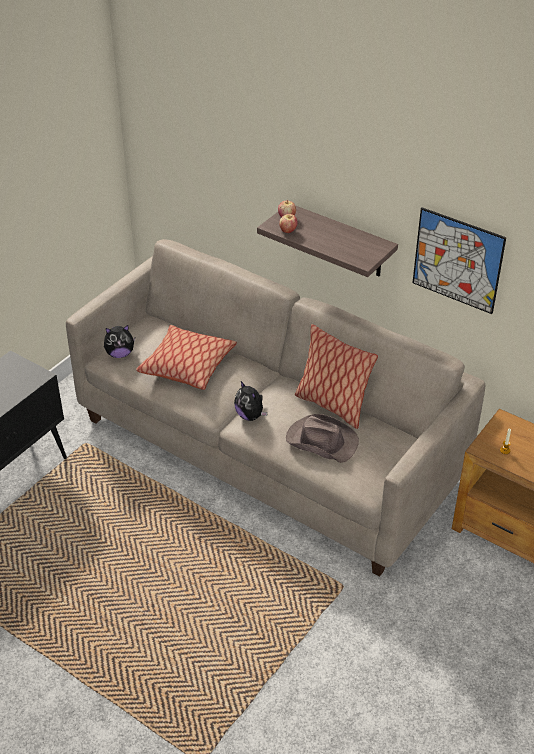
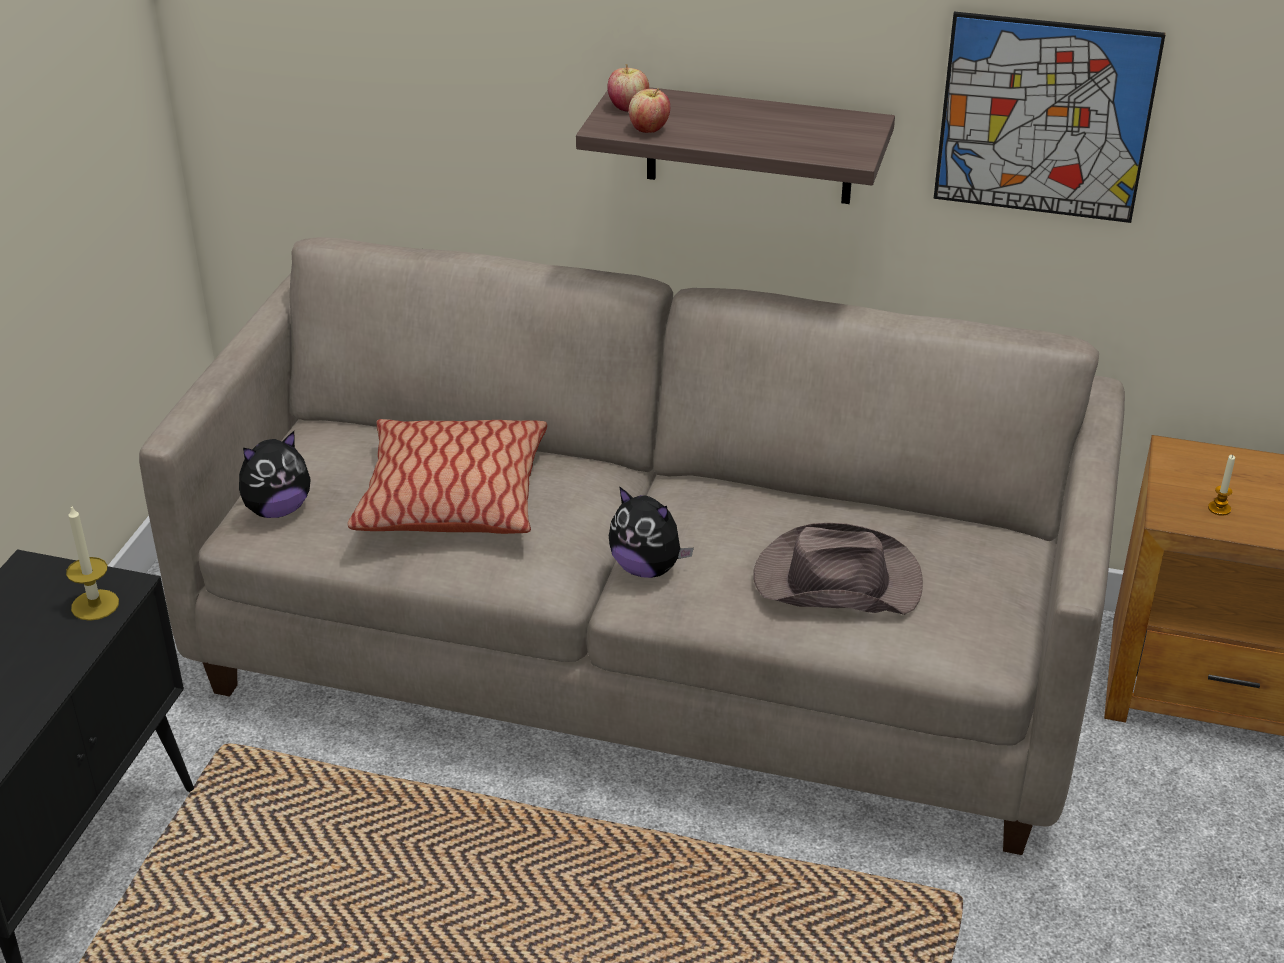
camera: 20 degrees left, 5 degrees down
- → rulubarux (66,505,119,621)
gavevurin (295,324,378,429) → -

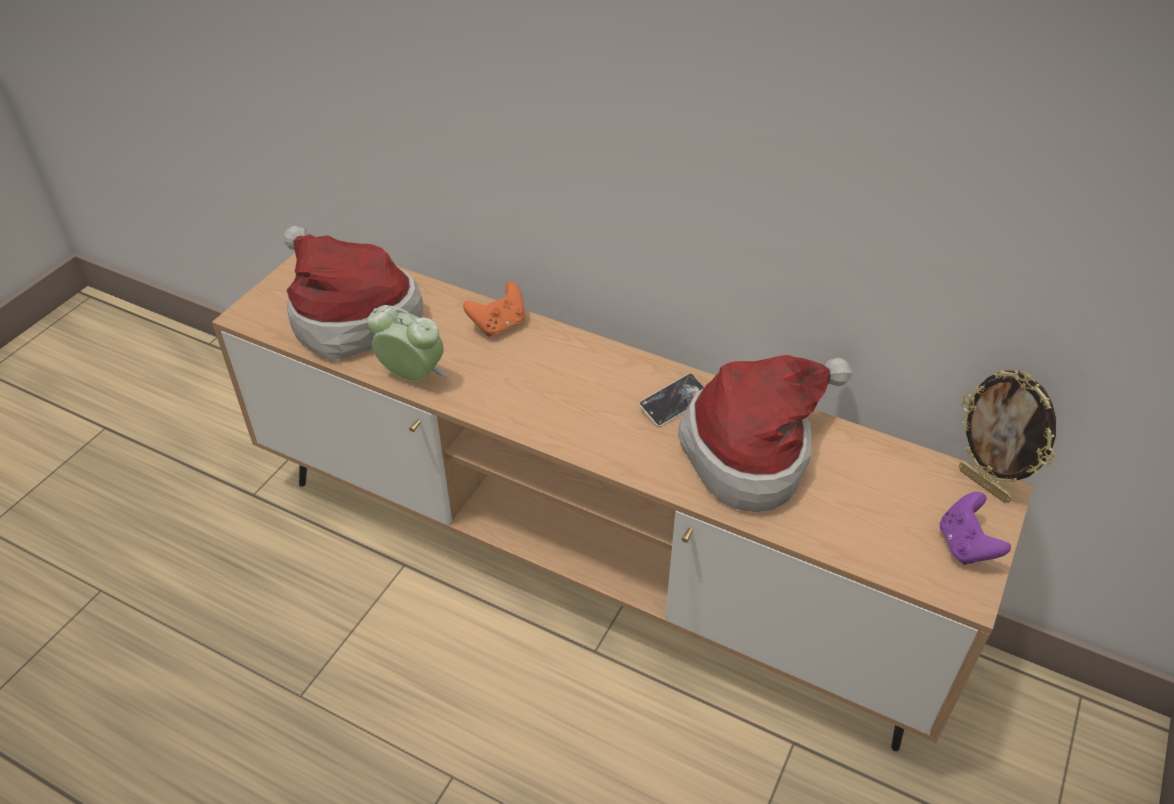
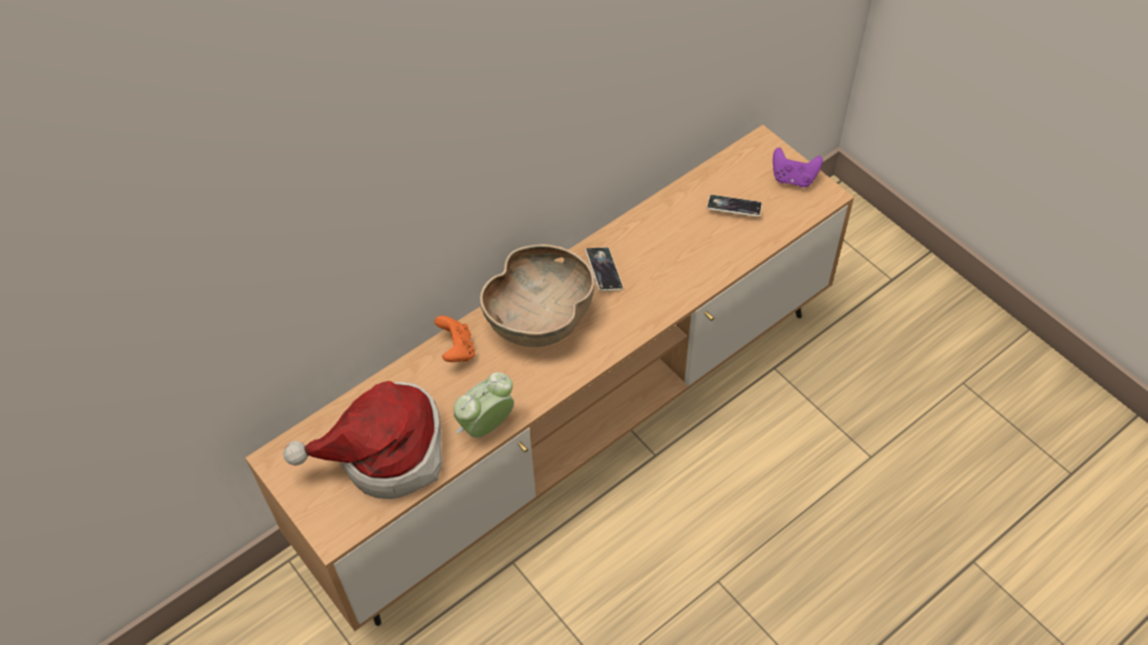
camera: 65 degrees left, 10 degrees up
- → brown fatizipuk (480,244,595,347)
- → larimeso (707,195,762,217)
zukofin (678,355,852,512) → -
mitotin (959,370,1056,503) → -

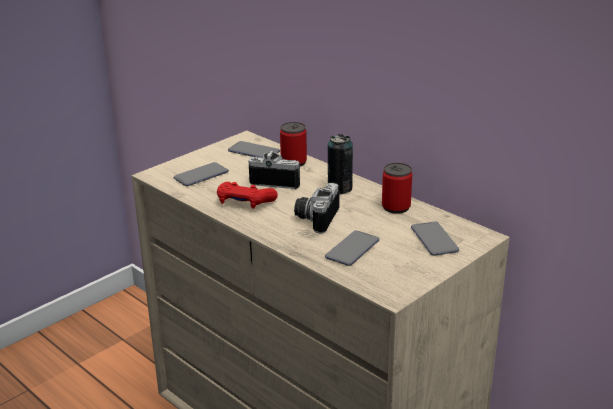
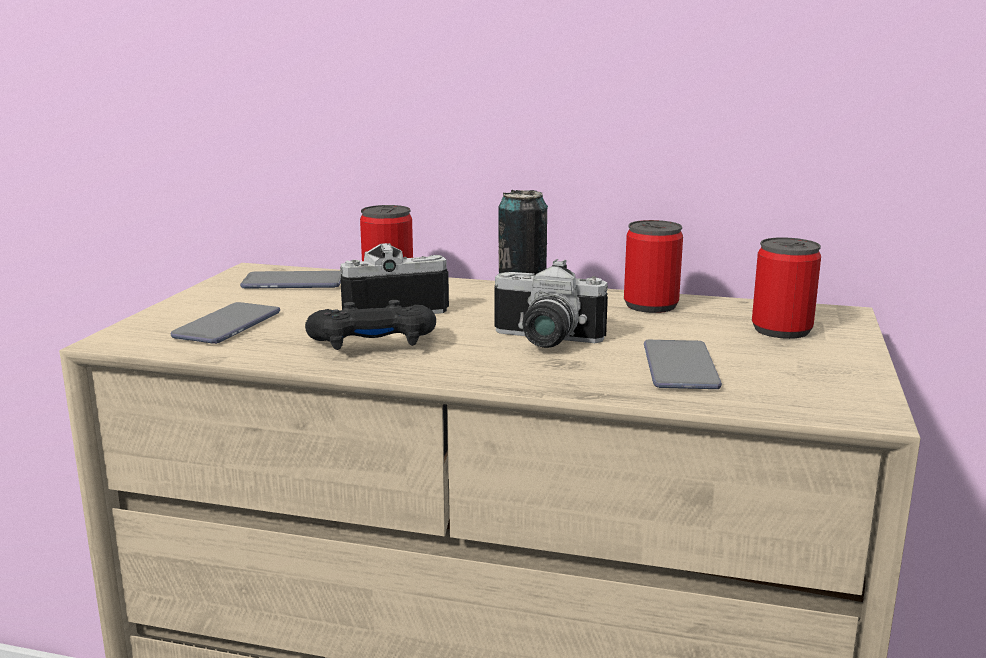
camera: 30 degrees left, 10 degrees down
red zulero (217,182,278,209) → black zulero (305,300,436,350)
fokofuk (294,183,340,234) → fokofuk (494,259,608,348), 60 degrees counterclockwise
larimeso (411,221,459,256) → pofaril (752,237,821,339)

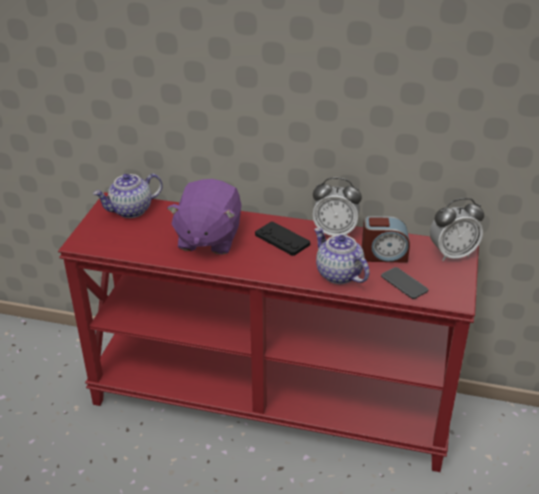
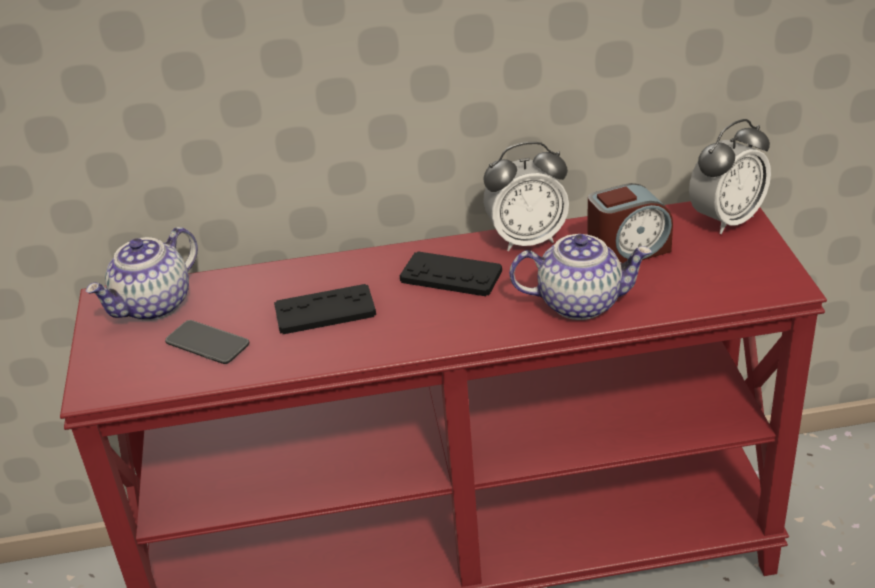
camera: 20 degrees left, 0 degrees up
larimeso (381,267,428,299) → larimeso (165,320,249,364), moved
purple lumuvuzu (167,179,242,255) → black zulero (274,284,376,334)
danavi (314,228,370,284) → danavi (509,234,652,320), 150 degrees clockwise

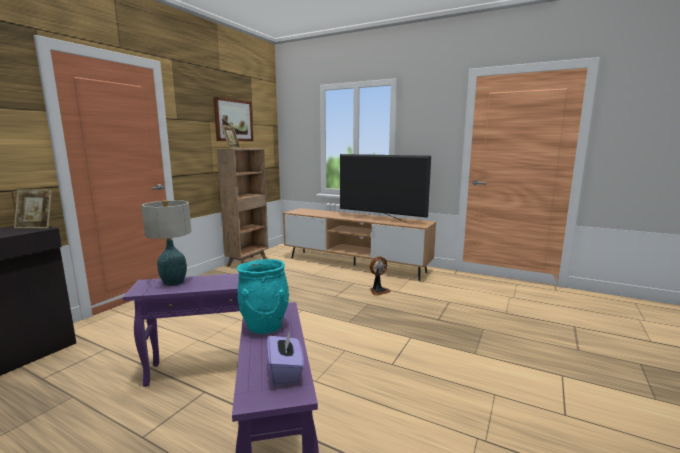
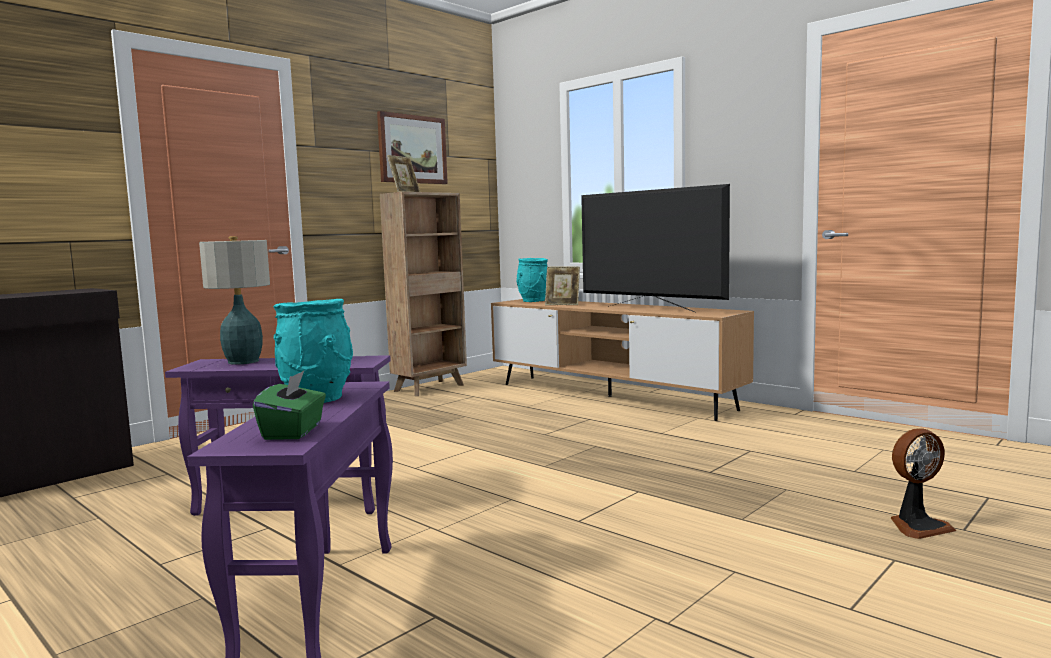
camera: 15 degrees right, 5 degrees down
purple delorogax (267,330,304,386) → green delorogax (253,371,326,440)
- → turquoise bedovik (517,258,548,302)
mitotin (14,189,52,228) → mitotin (545,267,580,305), moved
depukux (370,256,391,296) → depukux (891,428,956,539), moved

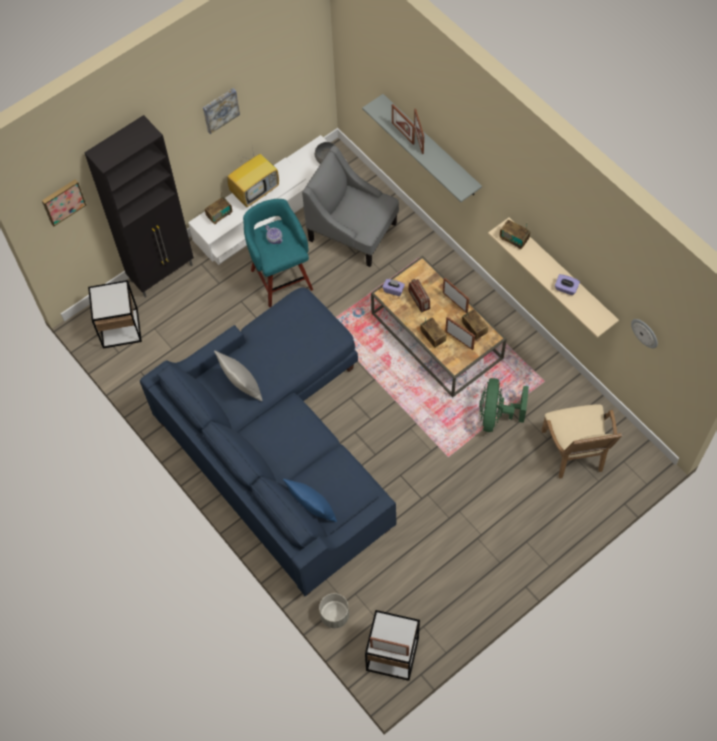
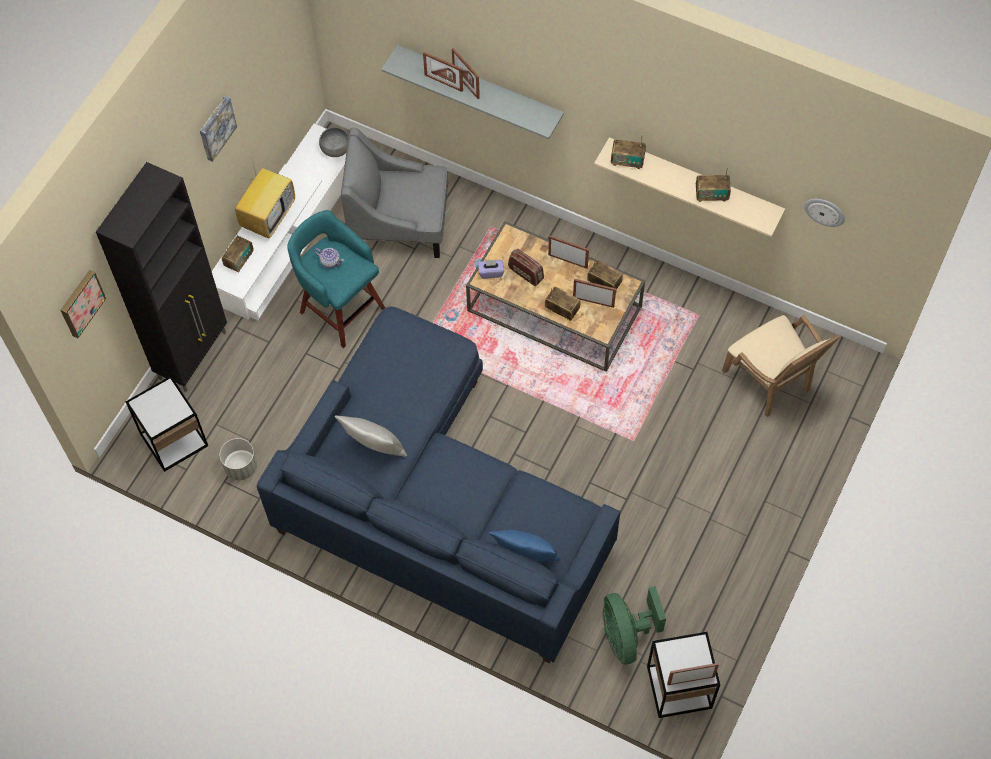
camera: 25 degrees left, 0 degrees up
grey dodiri (319,593,349,628) → grey dodiri (220,438,257,480), moved
green depukux (479,378,529,432) → green depukux (603,586,666,664), moved
purple delorogax (555,274,580,295) → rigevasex (696,167,731,202)

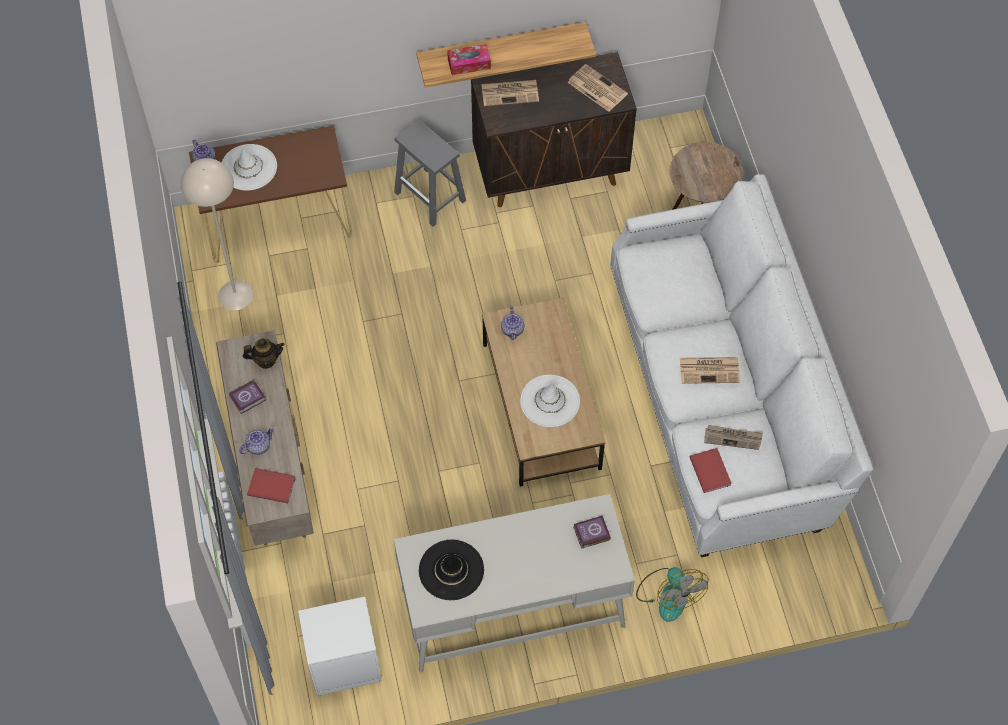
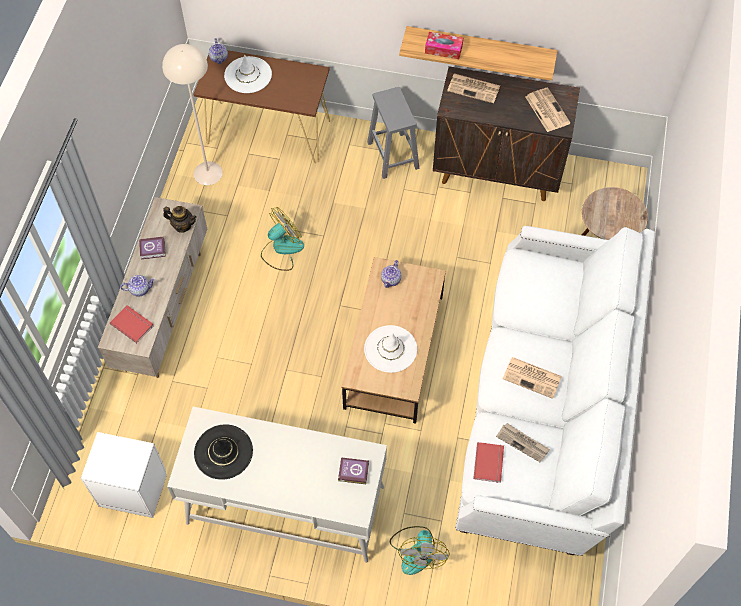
camera: 25 degrees right, 0 degrees up
- → depukux (261,207,304,271)

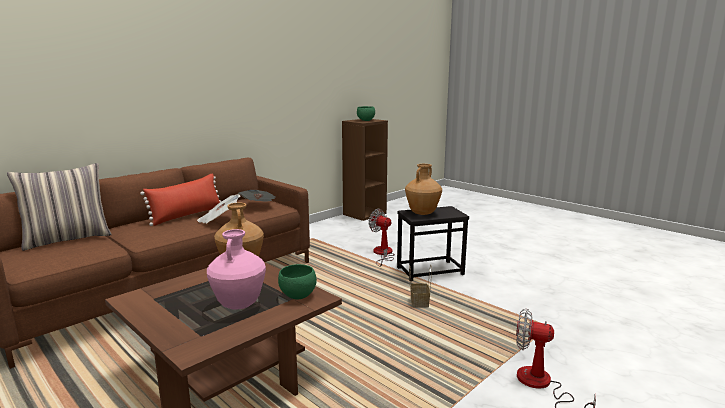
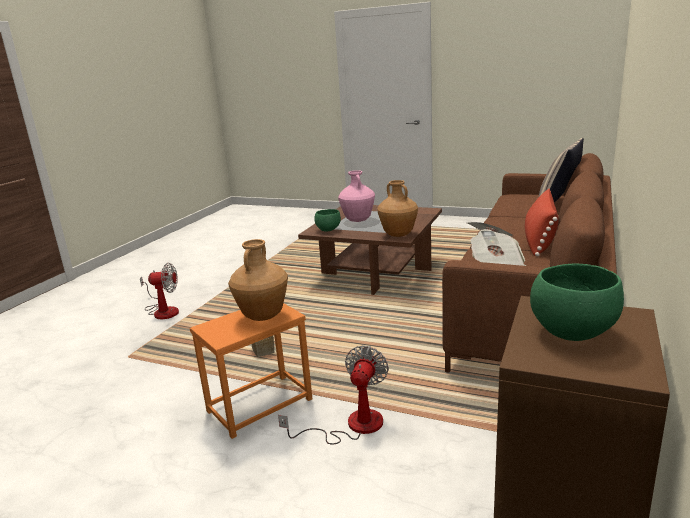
camera: 160 degrees right, 5 degrees up
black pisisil (397,206,469,281) → orange pisisil (190,303,312,439)
depukux (368,209,395,267) → depukux (278,345,389,445), 90 degrees counterclockwise

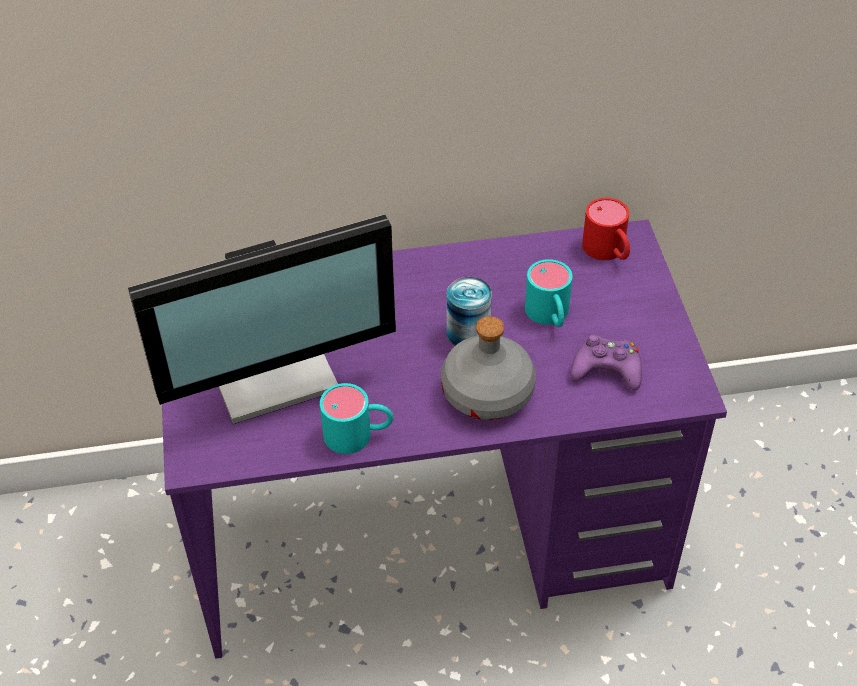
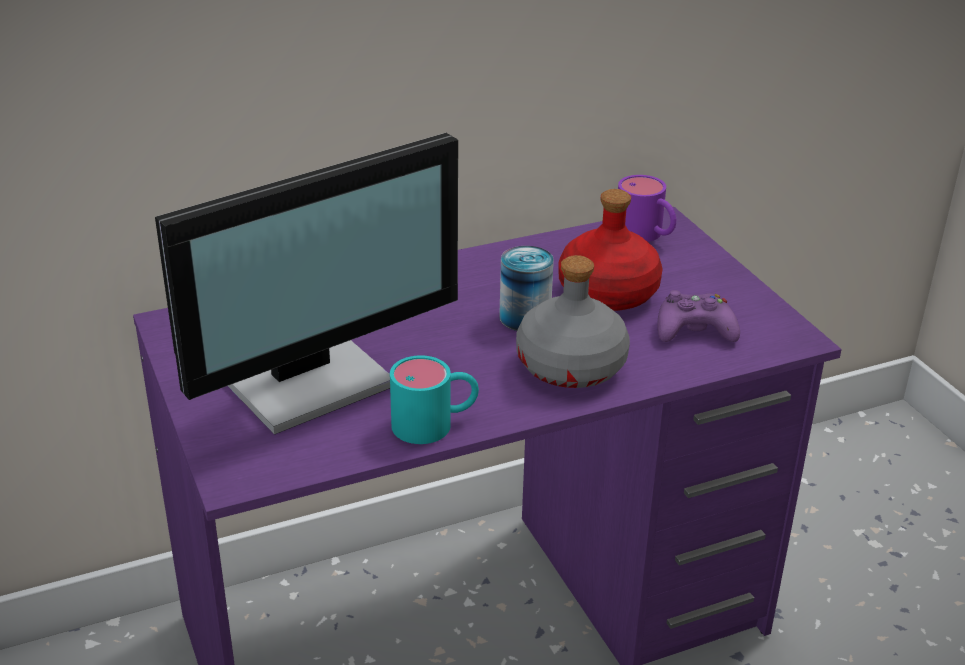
camera: 15 degrees left, 15 degrees down
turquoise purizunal (525,259,572,327) → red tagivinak (559,189,663,311)
red purizunal (582,198,630,260) → purple purizunal (618,175,676,242)

